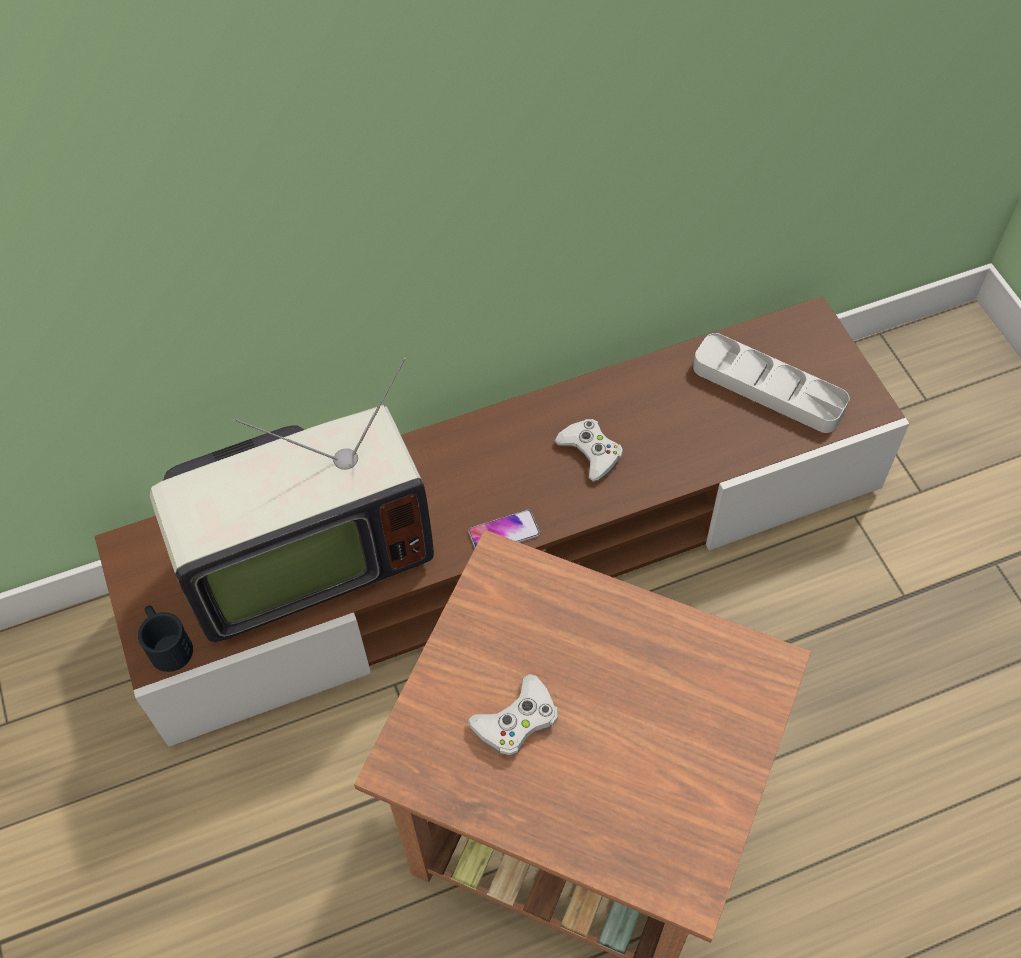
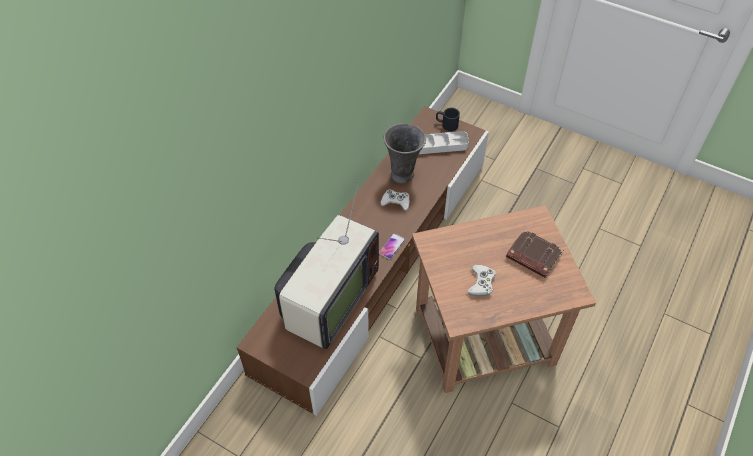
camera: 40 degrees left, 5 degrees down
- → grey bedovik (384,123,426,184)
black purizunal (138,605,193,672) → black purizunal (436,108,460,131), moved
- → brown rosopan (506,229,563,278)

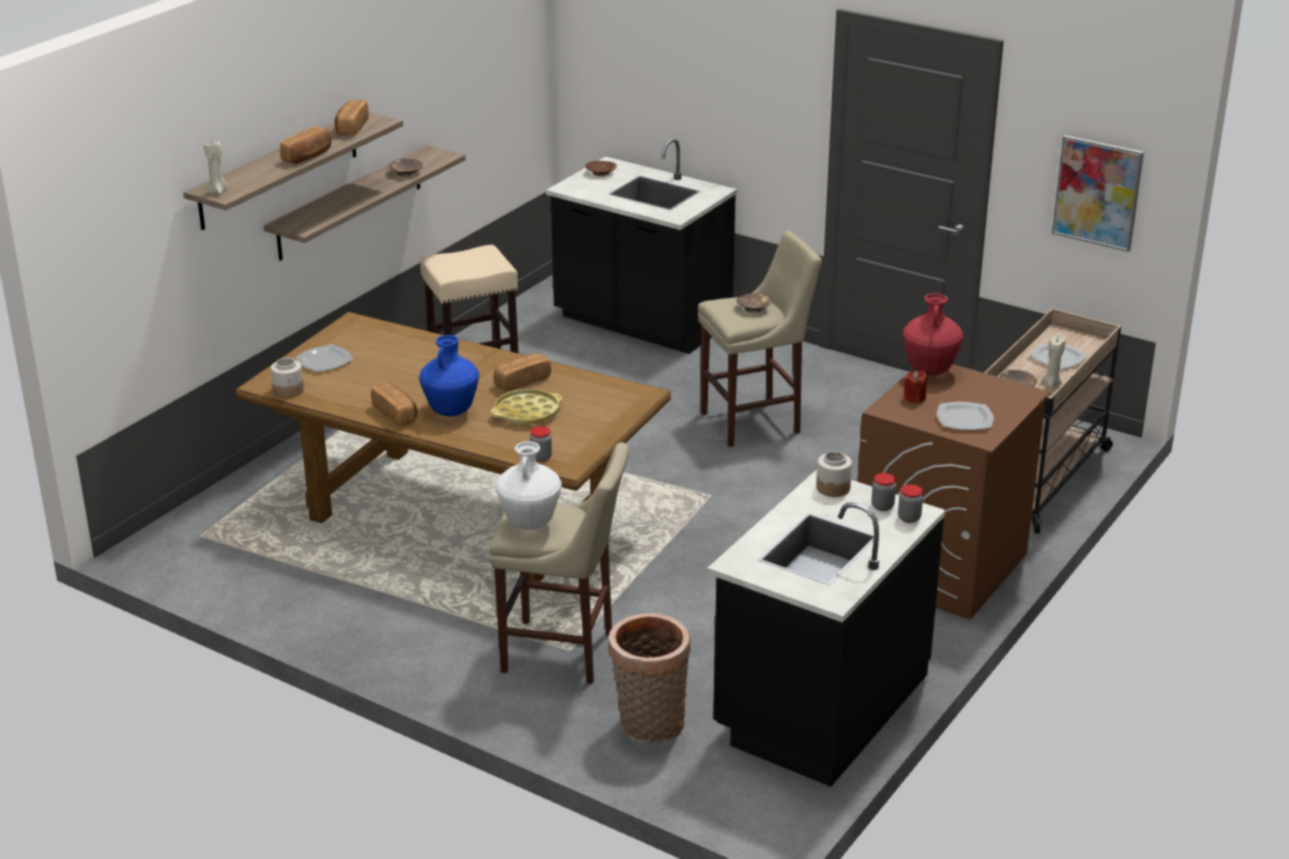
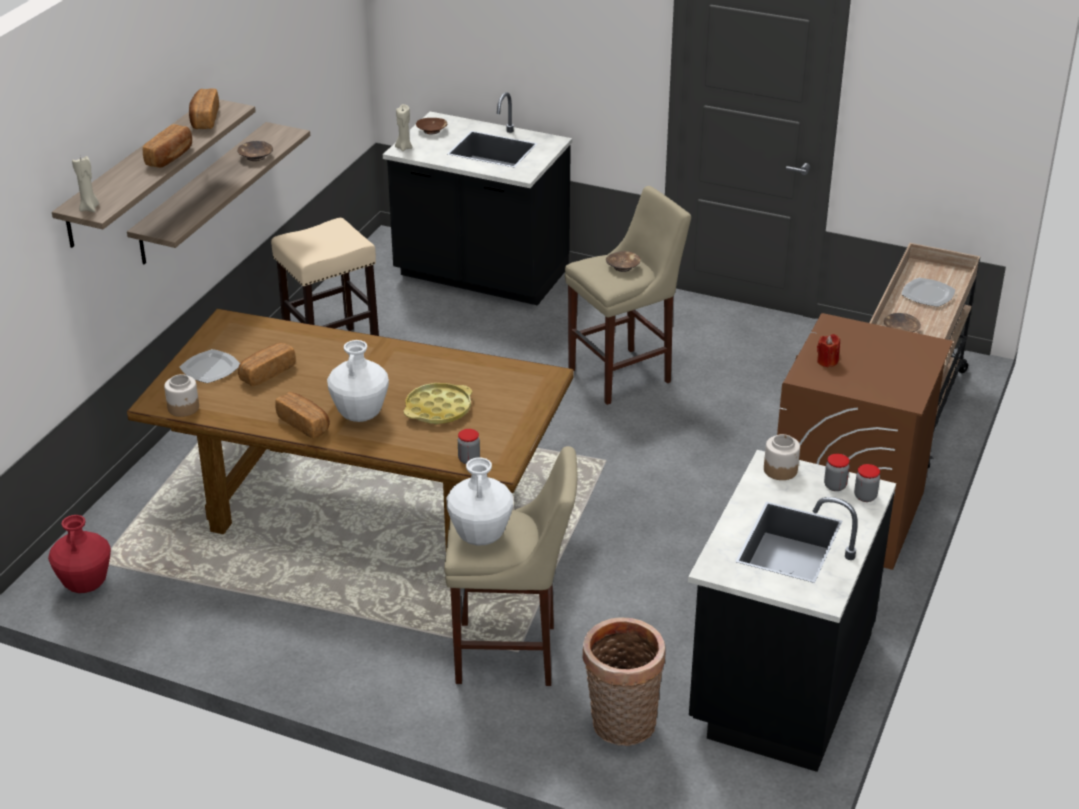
camera: 10 degrees left, 5 degrees up
red bedovik (903,293,963,376) → red bedovik (48,515,111,593), moved
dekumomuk (493,353,551,391) → dekumomuk (238,343,296,386), moved
blue bedovik (419,335,479,416) → white bedovik (327,340,389,422)
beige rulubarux (1041,334,1065,388) → beige rulubarux (395,104,413,151), moved
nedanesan (937,402,994,430) → -
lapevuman (1052,135,1144,252) → -

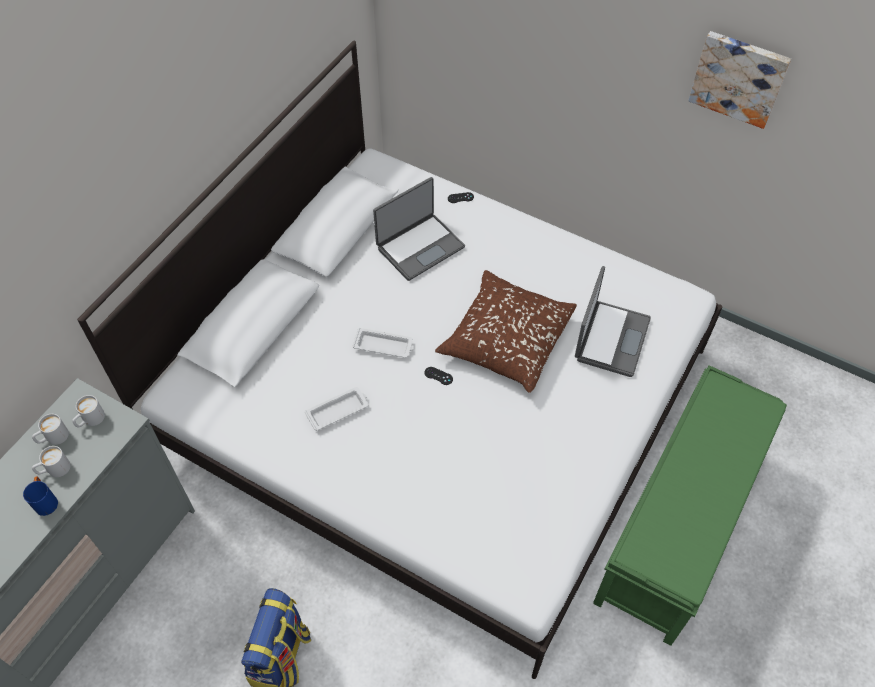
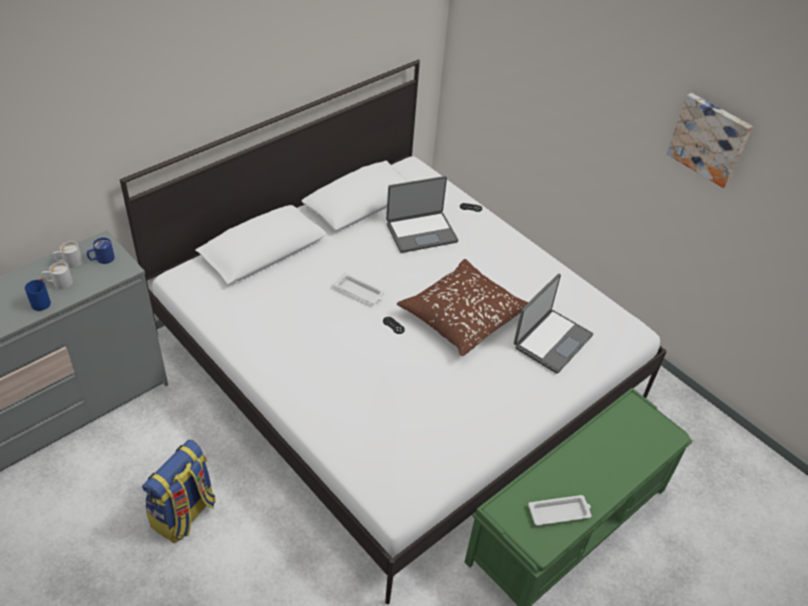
camera: 15 degrees right, 10 degrees down
white purizunal (72,395,105,427) → blue purizunal (87,238,115,264)
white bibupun (305,387,368,431) → white bibupun (528,495,591,525), moved

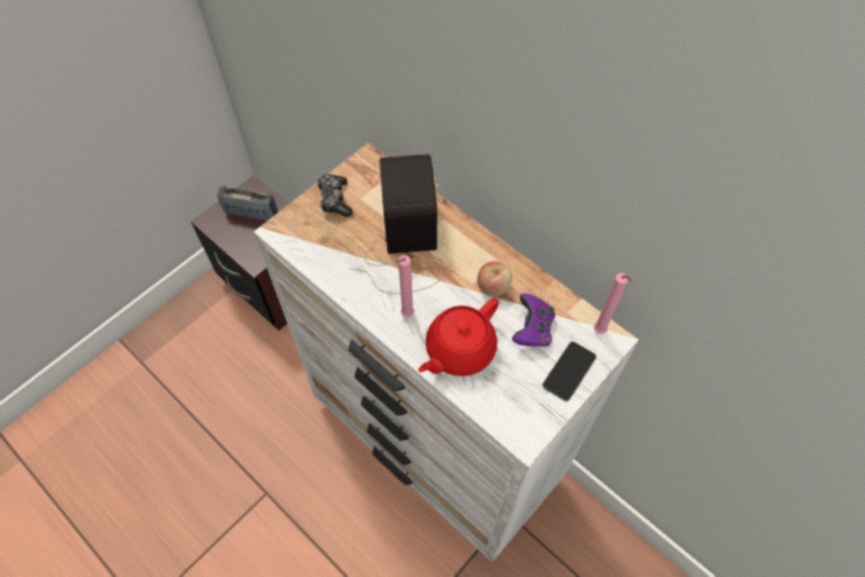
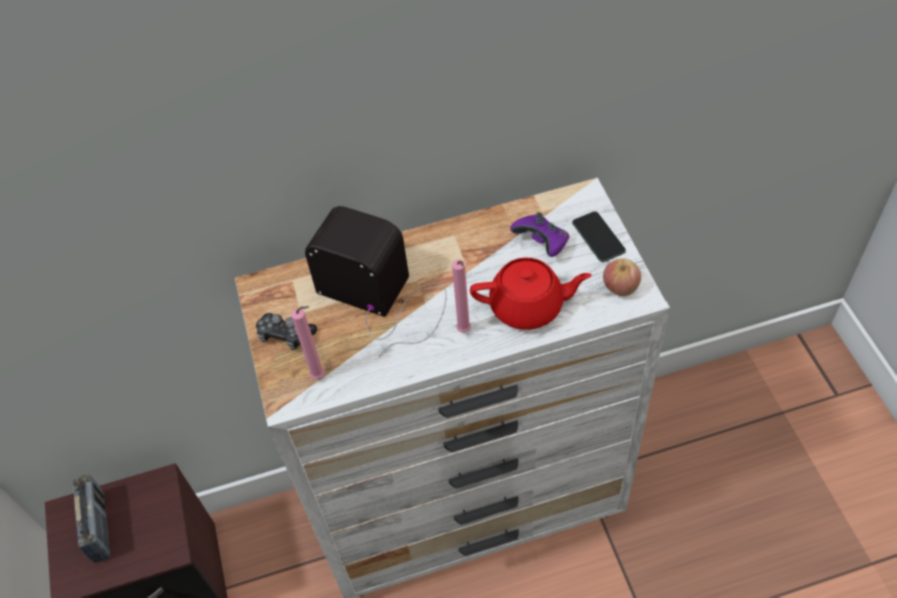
camera: 55 degrees left, 5 degrees down
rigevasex (217,186,278,221) → rigevasex (73,475,110,562), 120 degrees clockwise
pink rulubarux (594,273,632,334) → pink rulubarux (291,306,325,379), moved
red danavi (418,298,499,376) → red danavi (470,258,592,330), 75 degrees counterclockwise
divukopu (477,261,512,296) → divukopu (603,258,641,296), moved

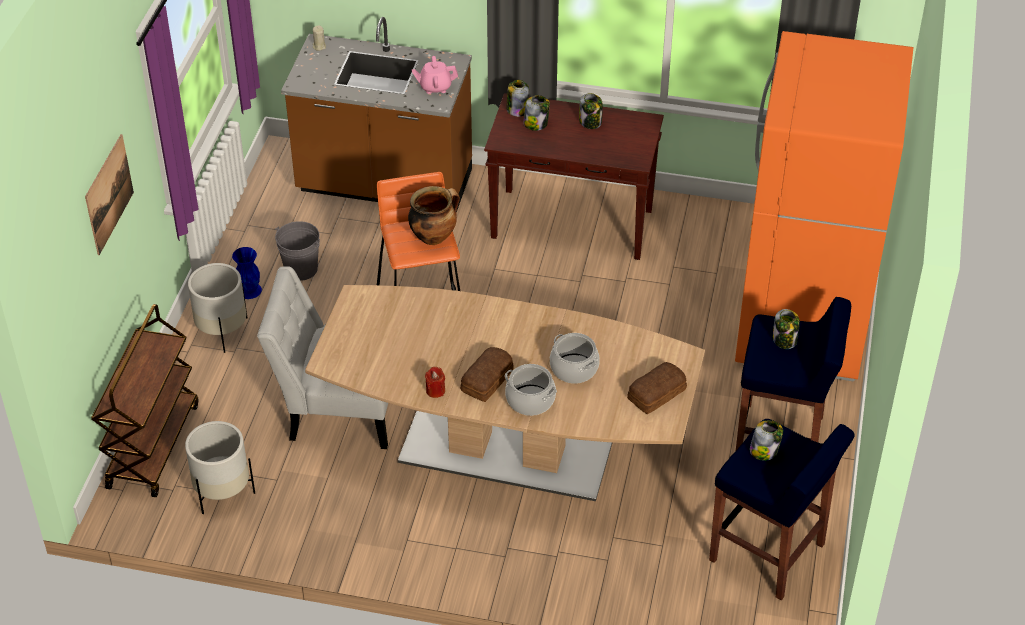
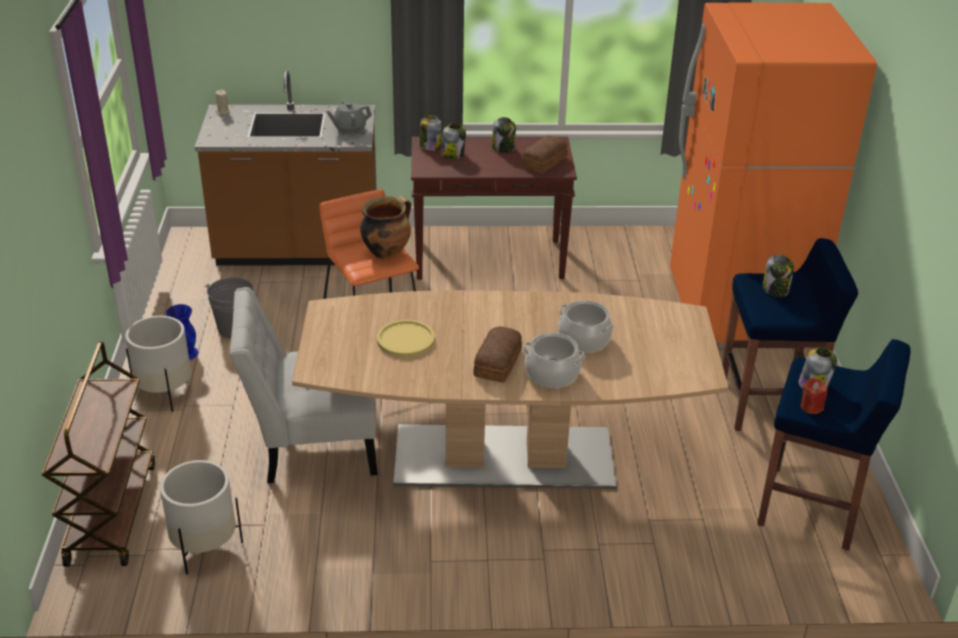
camera: 15 degrees left, 10 degrees down
pink danavi (412,56,458,94) → grey danavi (326,100,372,135)
- → yellow nedanesan (377,320,435,358)
dekumomuk (627,362,687,414) → dekumomuk (522,136,568,173), moved
red rulubarux (425,367,445,398) → red rulubarux (801,378,827,414), moved
lapevuman (85,134,134,255) → -

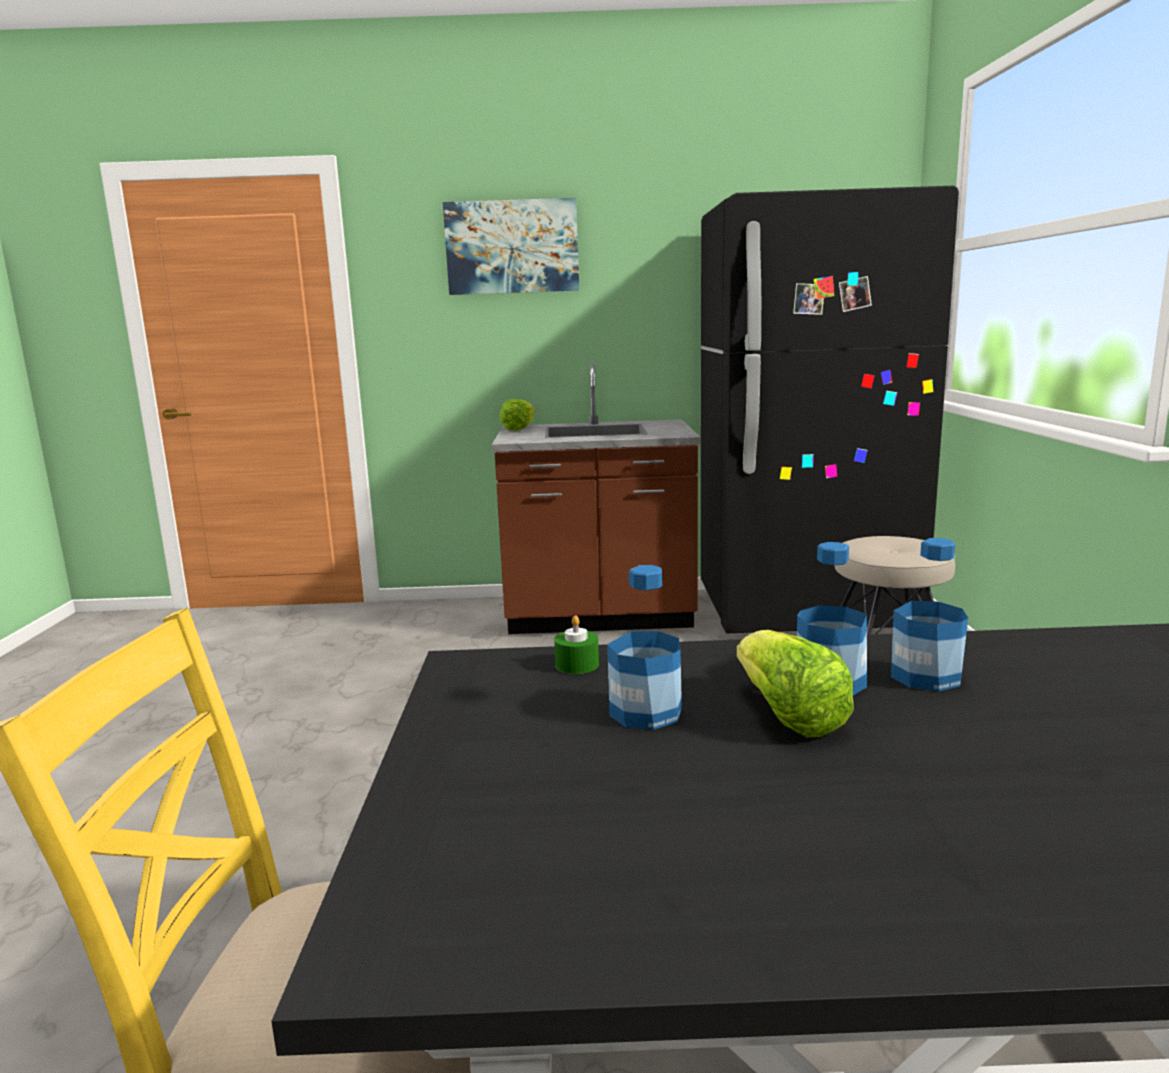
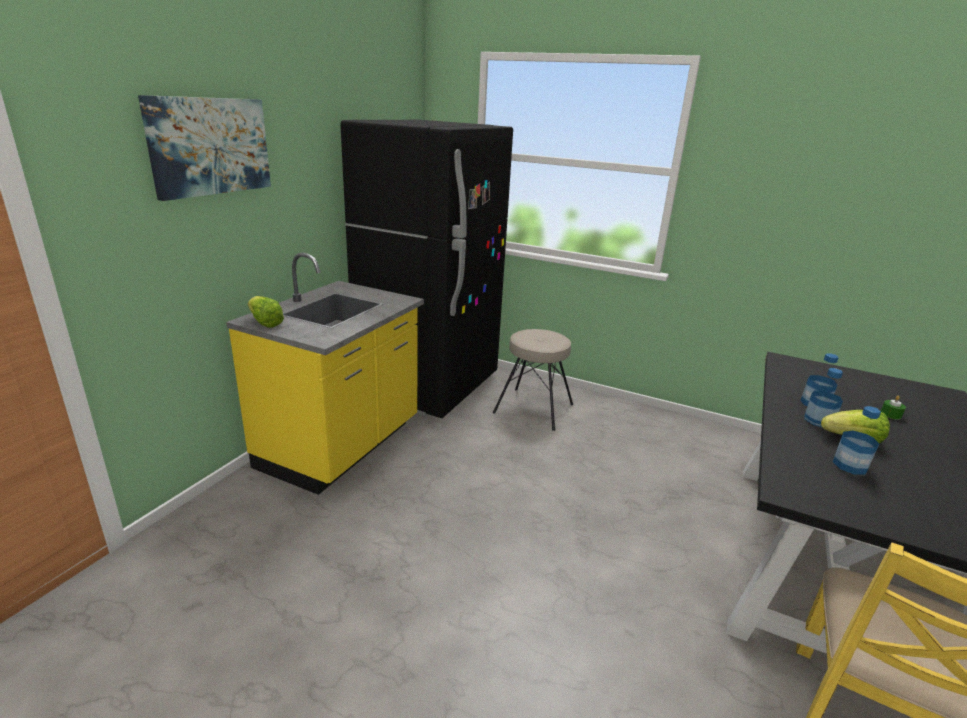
camera: 65 degrees left, 10 degrees up
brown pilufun (492,364,701,634) → yellow pilufun (226,253,424,495)
green rulubarux (554,615,599,674) → green rulubarux (881,396,906,420), moved

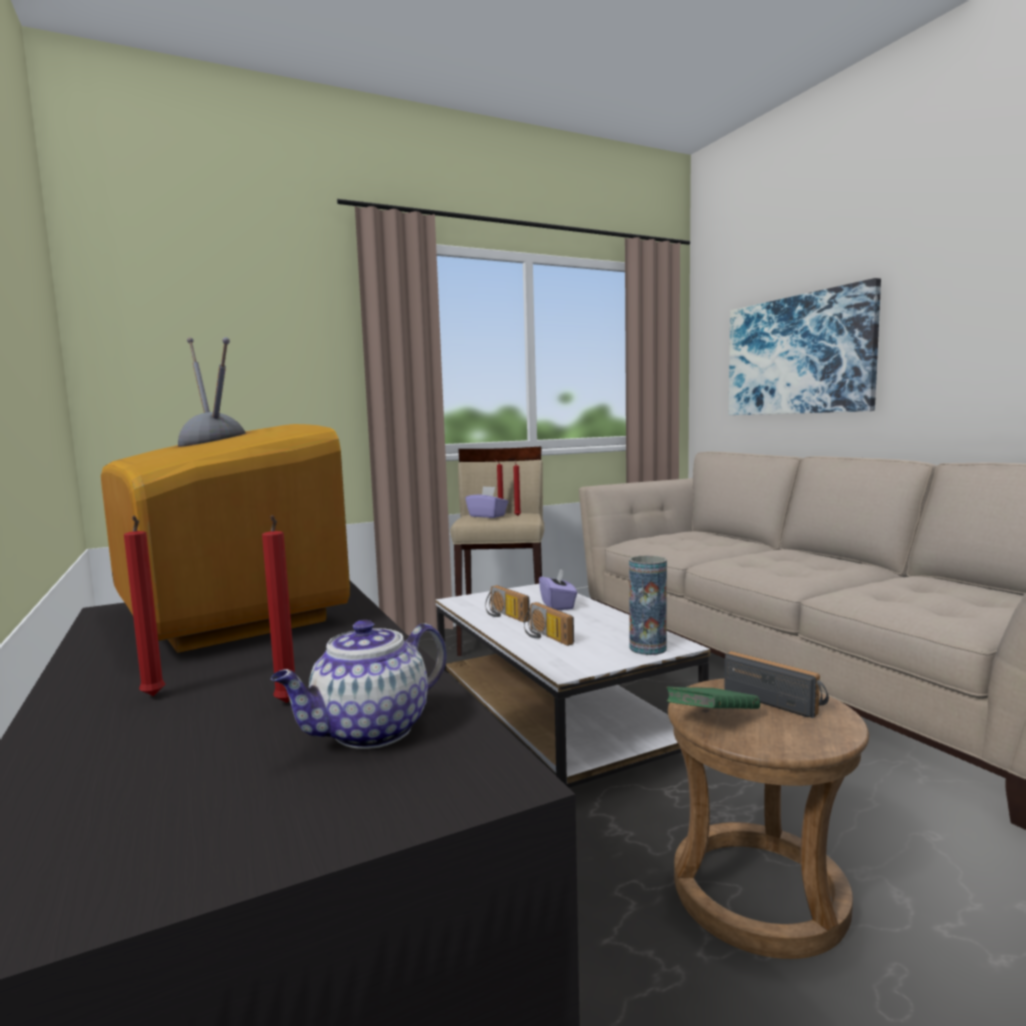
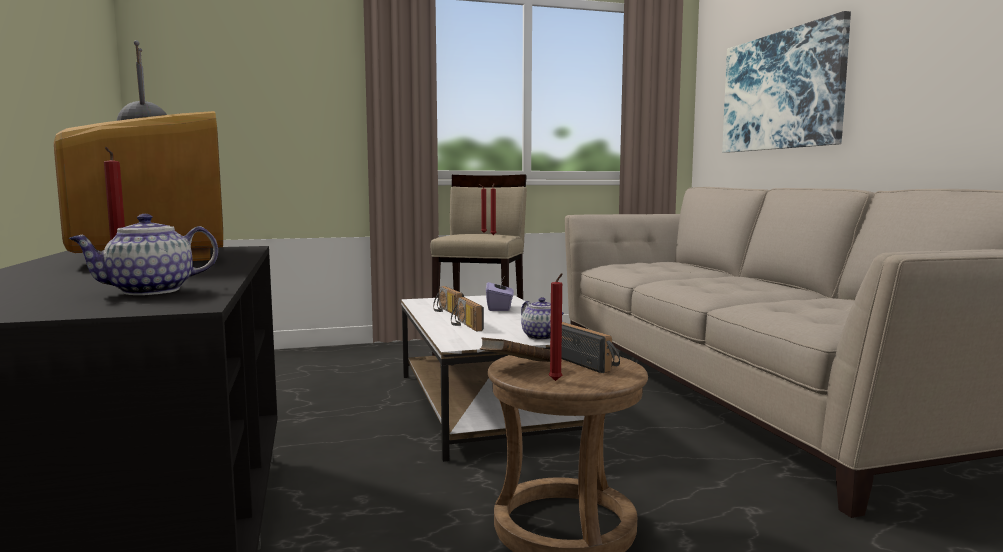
camera: 10 degrees right, 0 degrees up
green rosopan (666,686,760,709) → brown rosopan (480,337,550,362)
bedovik (629,556,667,655) → danavi (521,297,564,340)
red rulubarux (124,516,165,696) → red rulubarux (549,273,563,381), moved
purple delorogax (465,486,508,518) → -

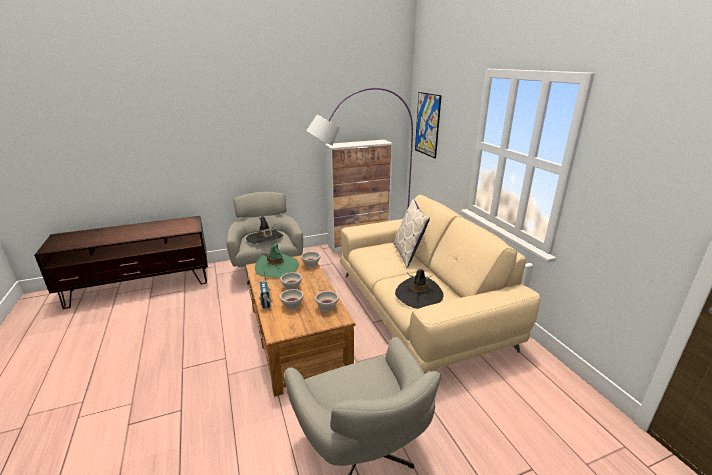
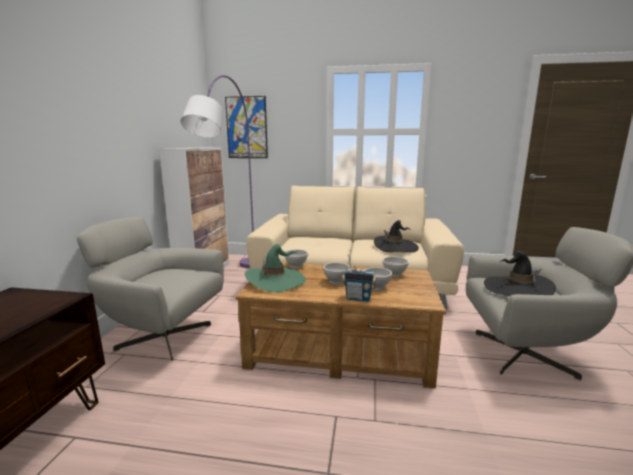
camera: 60 degrees left, 10 degrees down
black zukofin (246,216,283,244) → black zukofin (484,251,556,296), moved
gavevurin (394,199,430,268) → -

